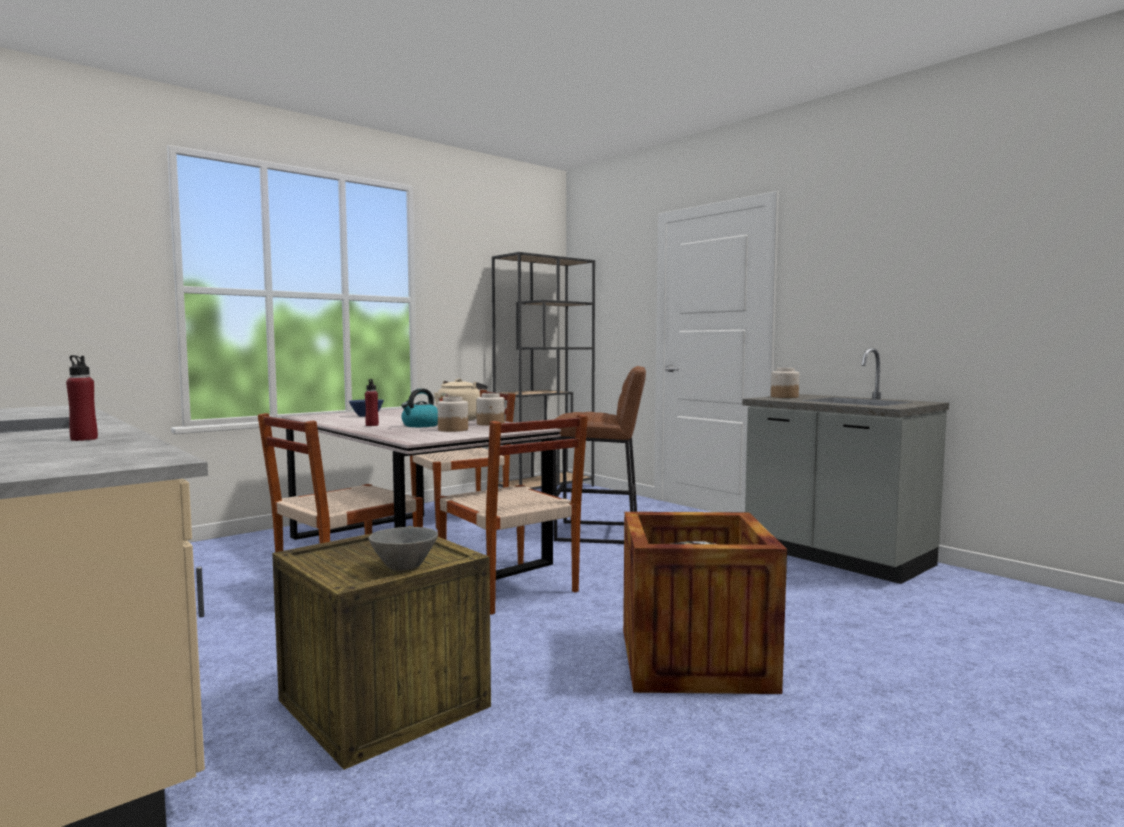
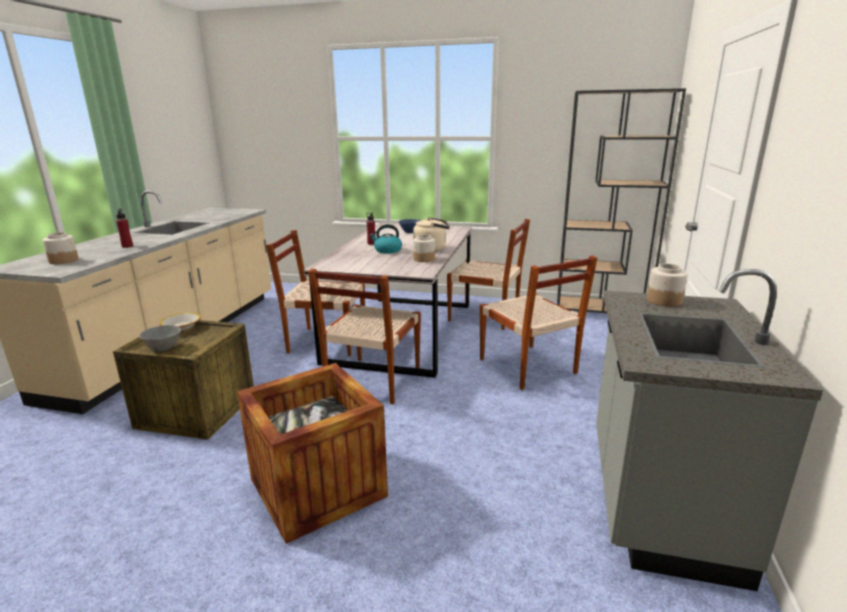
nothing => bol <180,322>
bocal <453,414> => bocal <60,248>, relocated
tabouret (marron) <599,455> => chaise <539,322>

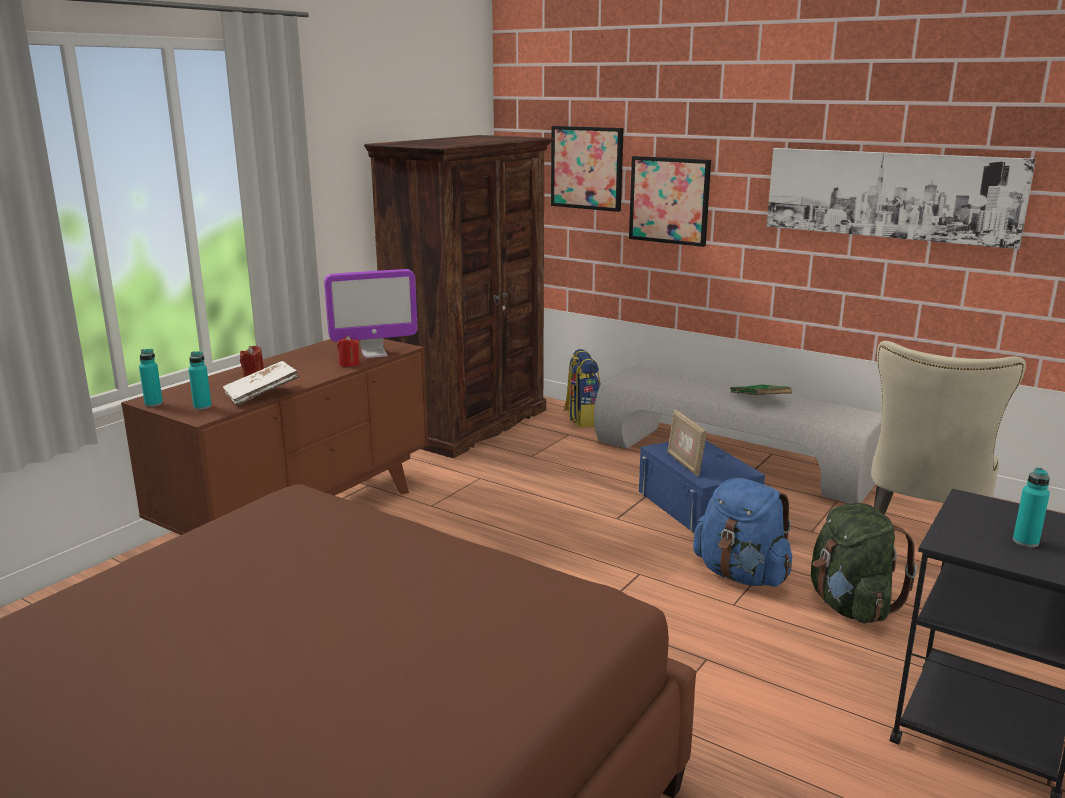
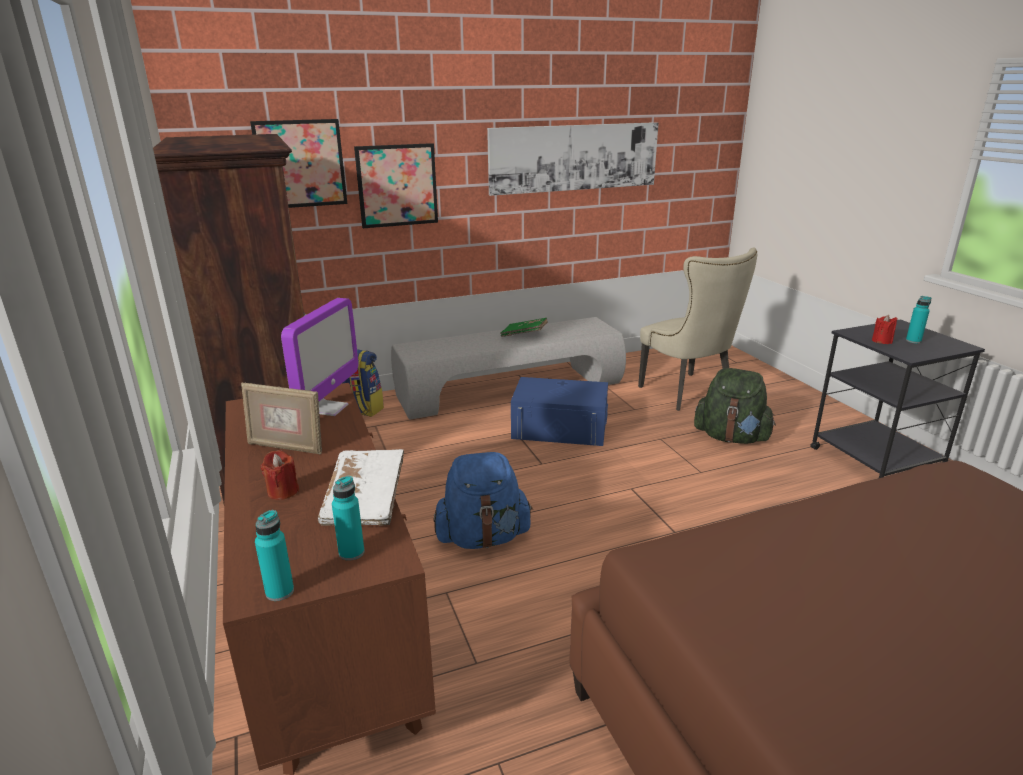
bougie (rouge) <348,351> => bougie (rouge) <885,329>, relocated
cadre photo <687,442> => cadre photo <281,418>, relocated
sac à dos (bleu) <742,532> => sac à dos (bleu) <483,500>, relocated

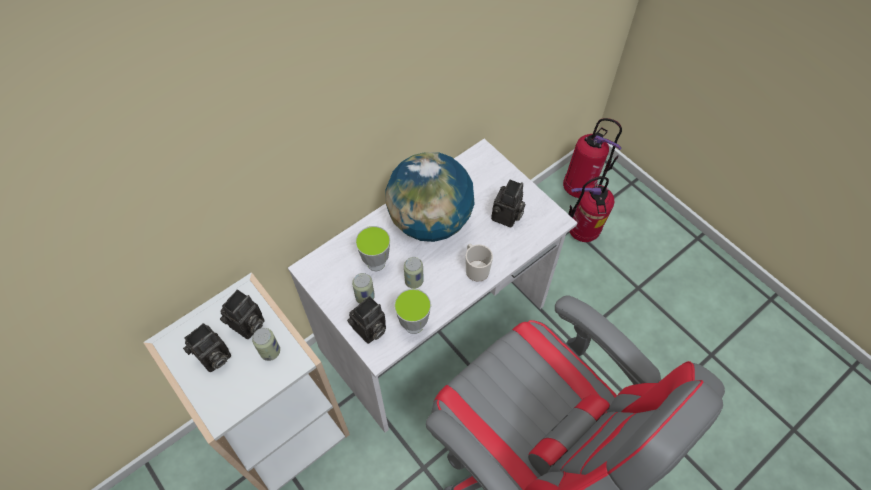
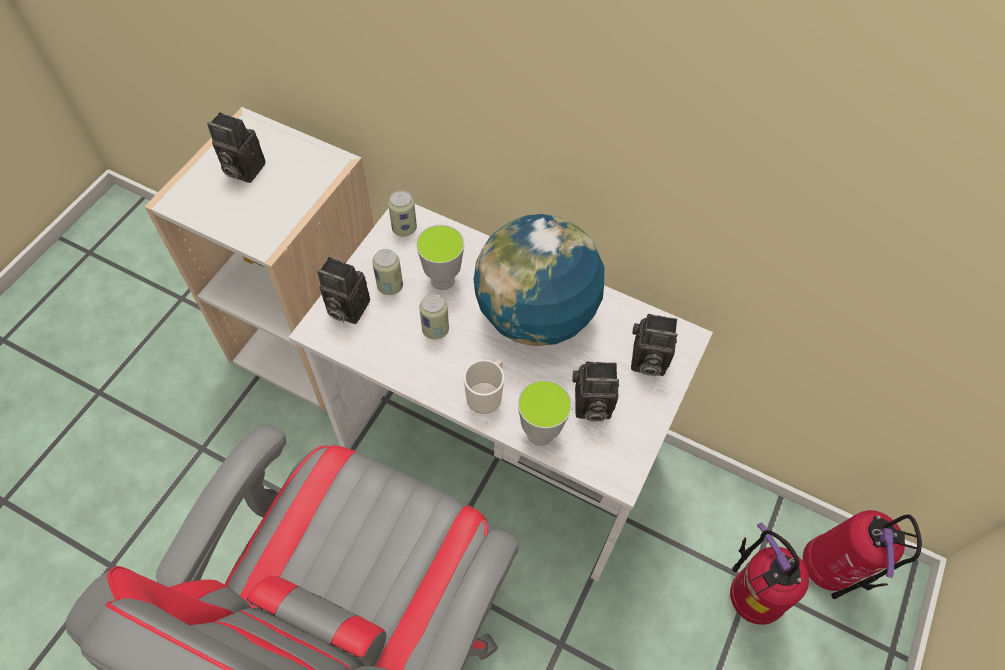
appareil photo <242,314> => appareil photo <654,345>, relocated
boîte métallique <266,344> => boîte métallique <402,213>, relocated
tasse <412,311> => tasse <545,413>, relocated

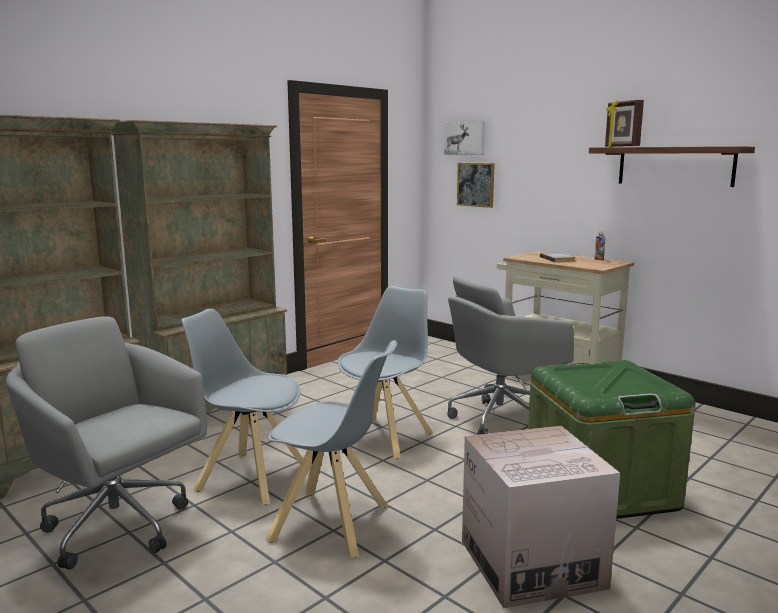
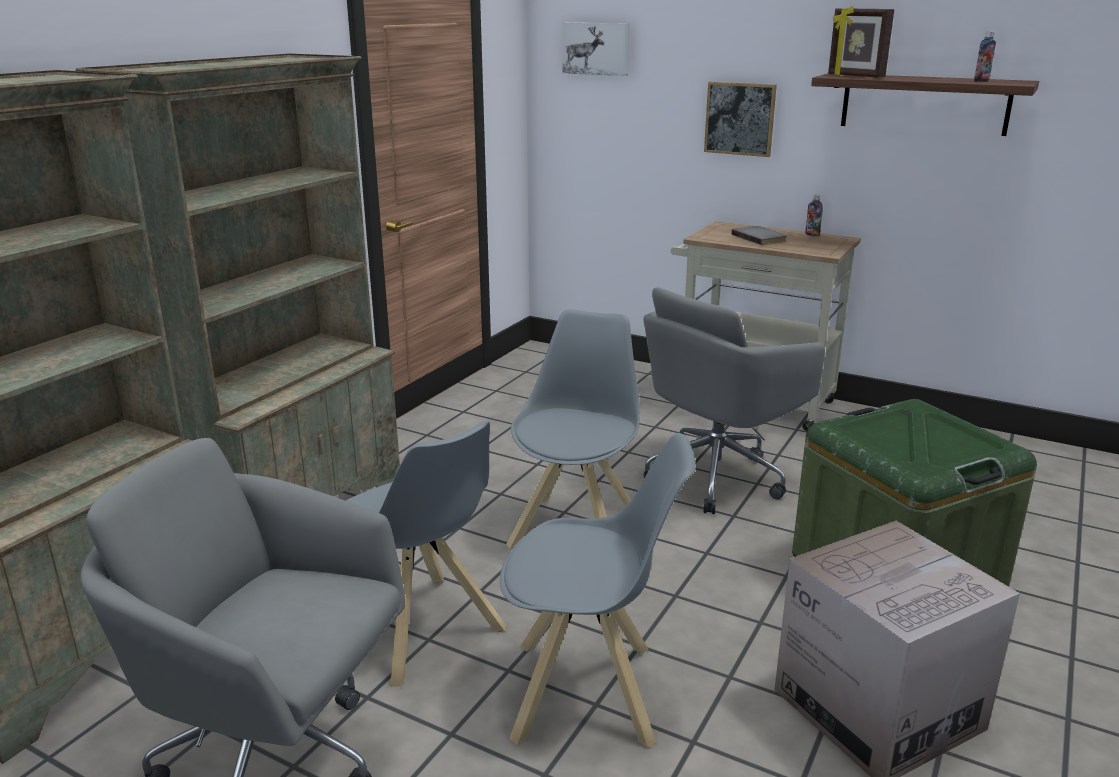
nothing => bouteille <985,57>
tableau <476,185> => tableau <740,119>, relocated
chaise (gris) <242,407> => chaise (gris) <425,554>, 135 degrees counterclockwise

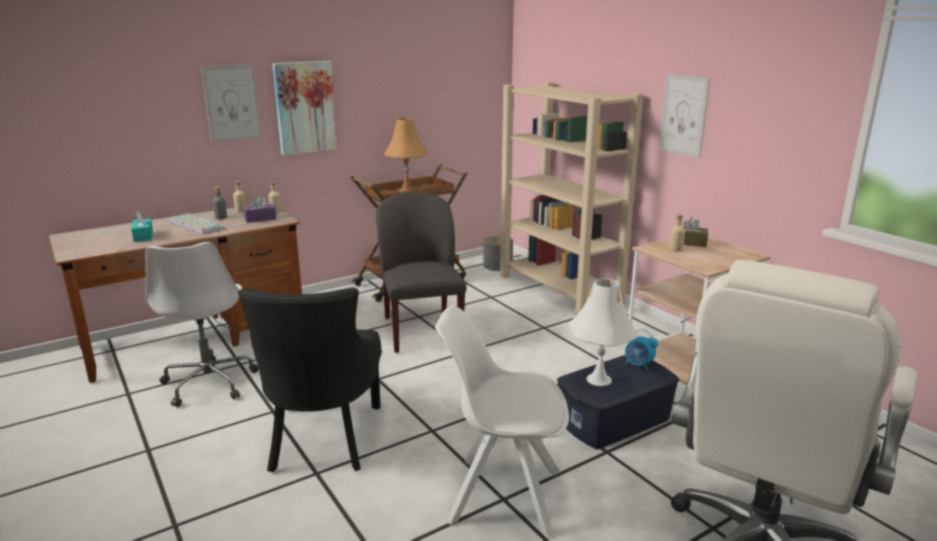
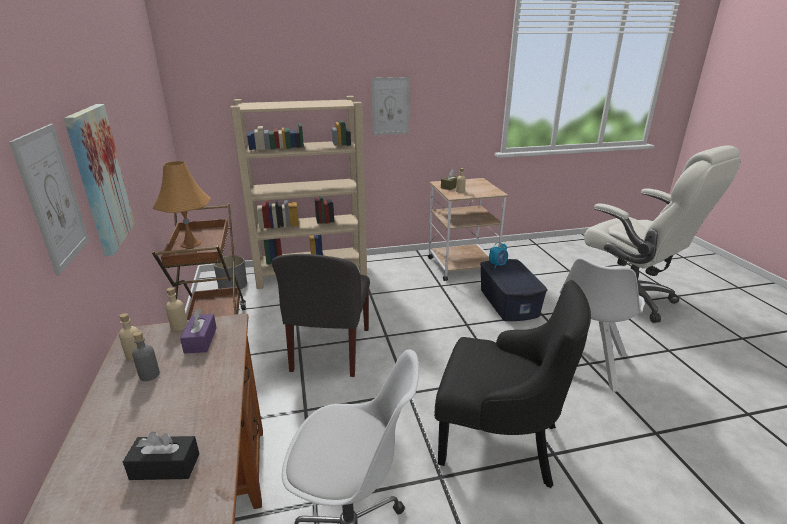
clavier <196,224> => nothing
lampe de table (blanc) <603,332> => nothing
boîte à mouchoirs (turquoise) <142,226> => boîte à mouchoirs (noir) <161,455>
chaise (gris) <421,272> => chaise (gris) <321,315>, 90 degrees counterclockwise

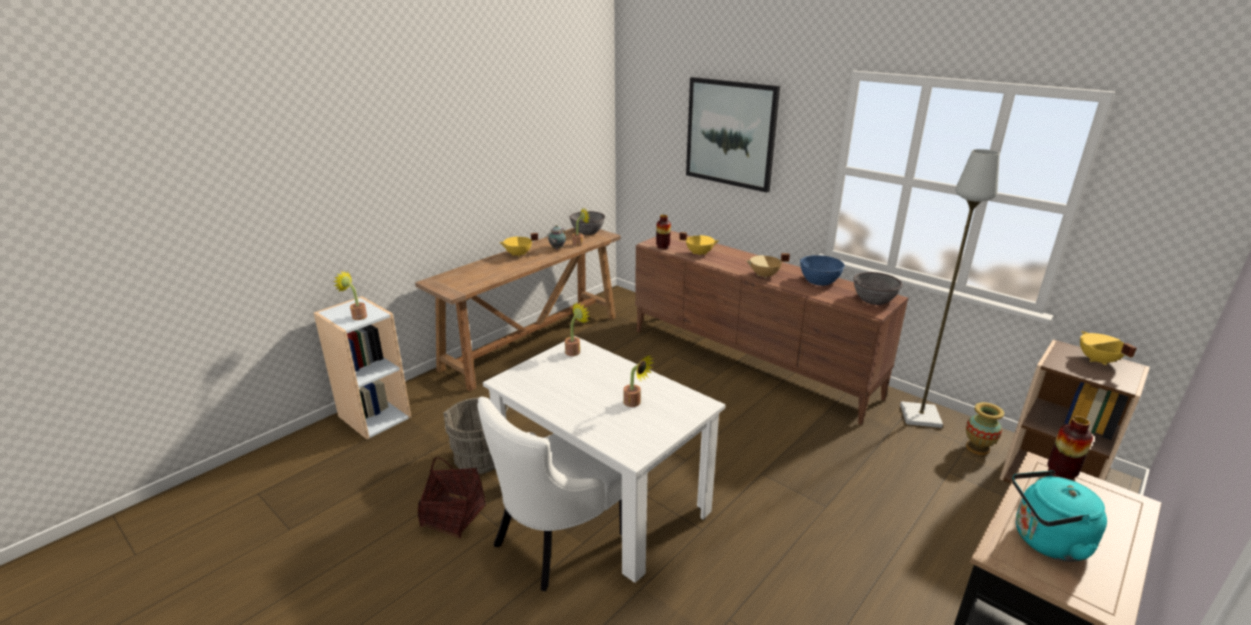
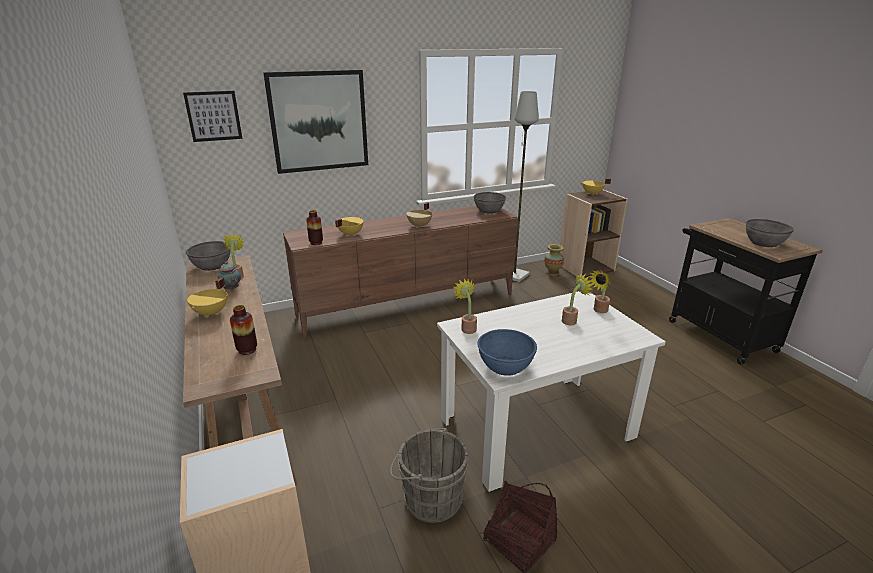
chaise (blanc) <549,494> => nothing
nothing => tableau <212,116>
plante en pot <350,295> => plante en pot <599,291>, relocated
bol (bleu) <822,270> => bol (bleu) <507,352>, relocated
vase <1070,448> => vase <243,330>, relocated
bouilloire (turquoise) <1059,516> => bol (gris) <770,233>

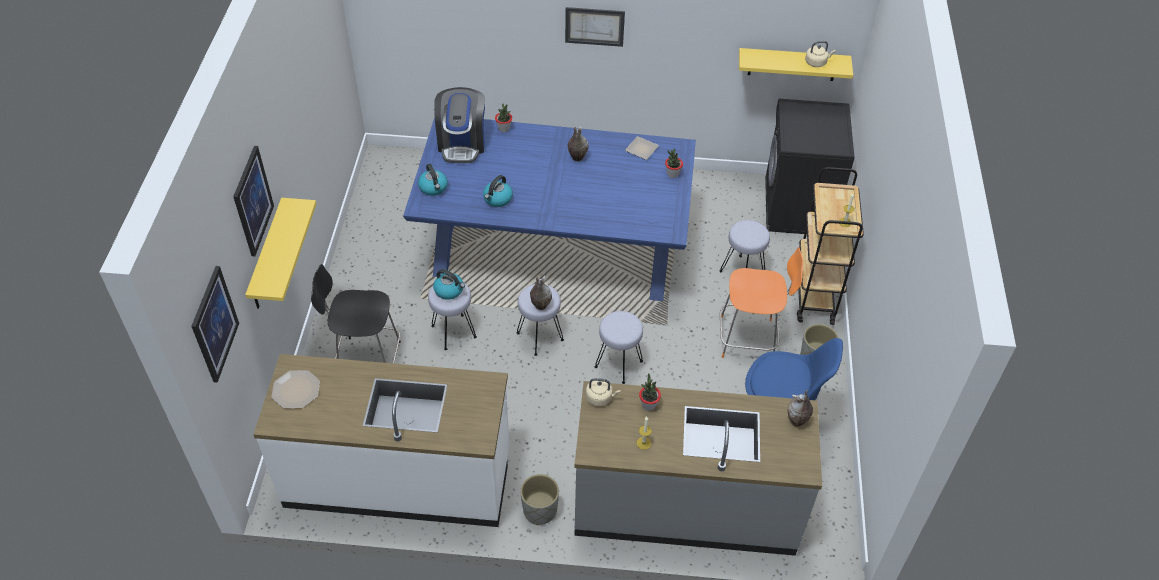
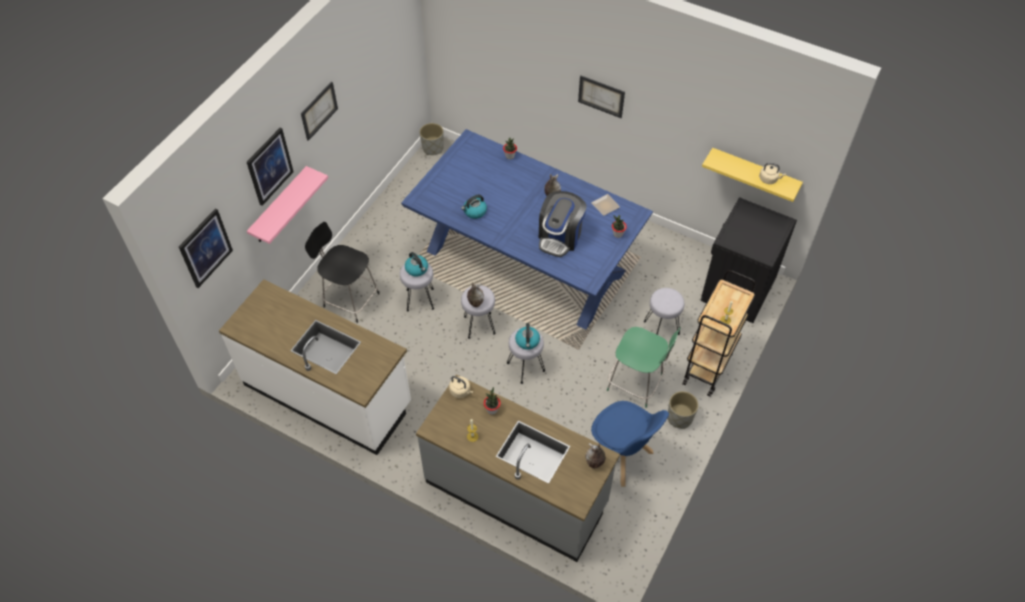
assiette <295,389> => nothing
nothing => tableau <319,111>
bouilloire <433,180> => bouilloire <527,336>, relocated
machine à café <459,125> => machine à café <563,224>, relocated
cache-pot (gris) <539,499> => cache-pot (gris) <432,139>, relocated
étagère (jaune) <281,253> => étagère (rose) <287,205>
chaise (orange) <761,302> => chaise (vert) <644,367>

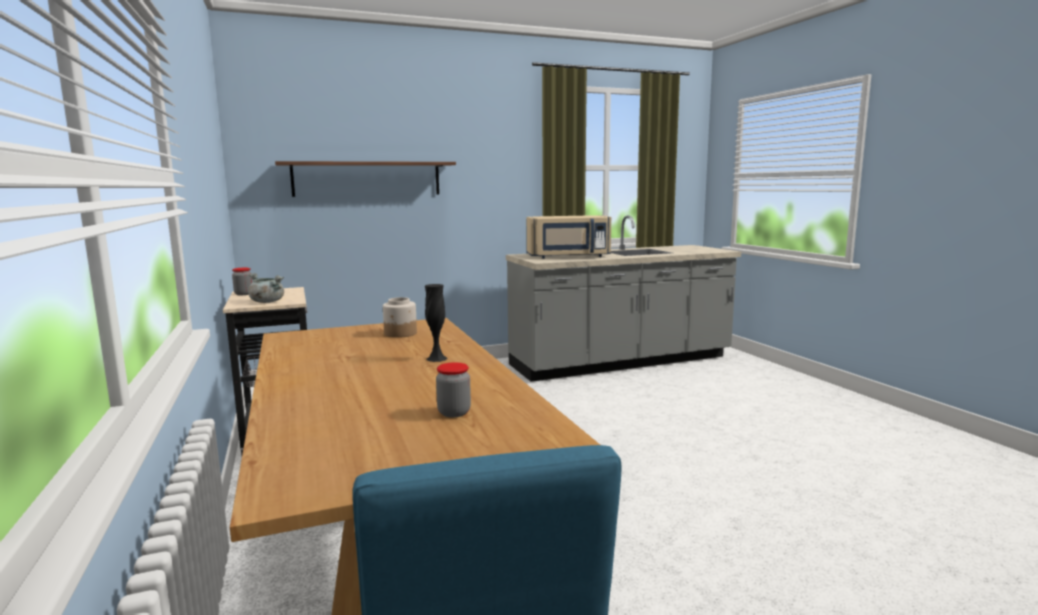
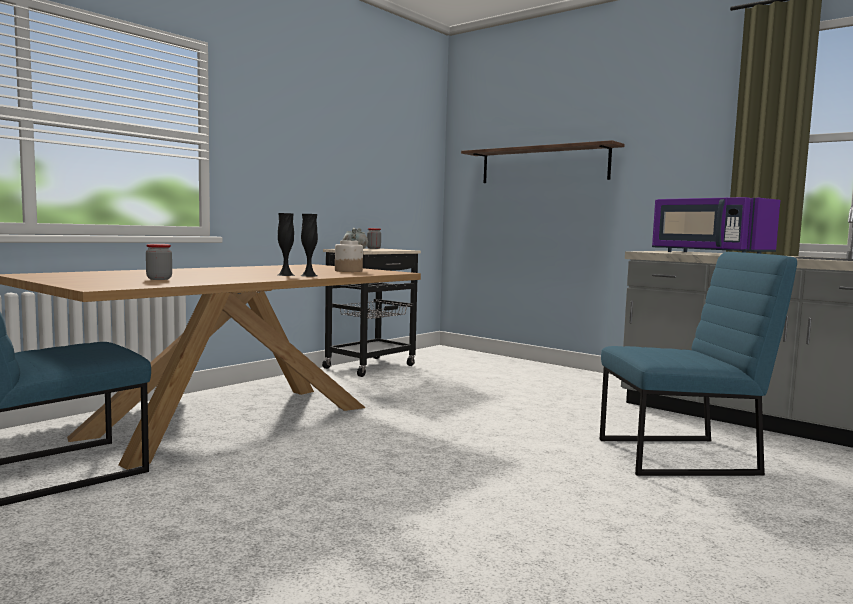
nothing => vase (noir) <309,245>
nothing => chaise (bleu) <698,364>
micro-ondes (beige) <569,237> => micro-ondes (violet) <716,225>

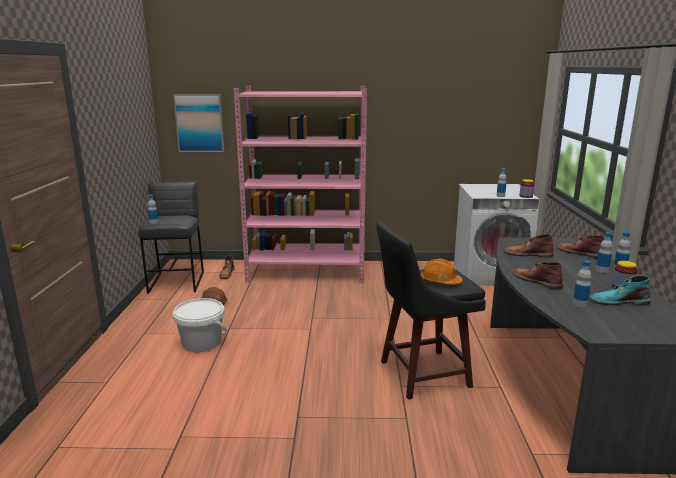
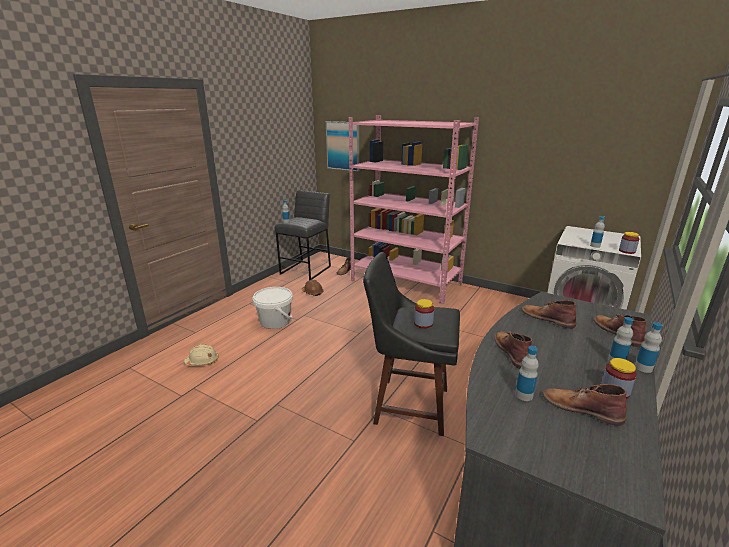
nothing => casque de chantier (beige) <201,355>
casque de chantier (orange) <442,271> => bocal <424,314>
botte (turquoise) <620,290> => botte (marron) <584,405>

